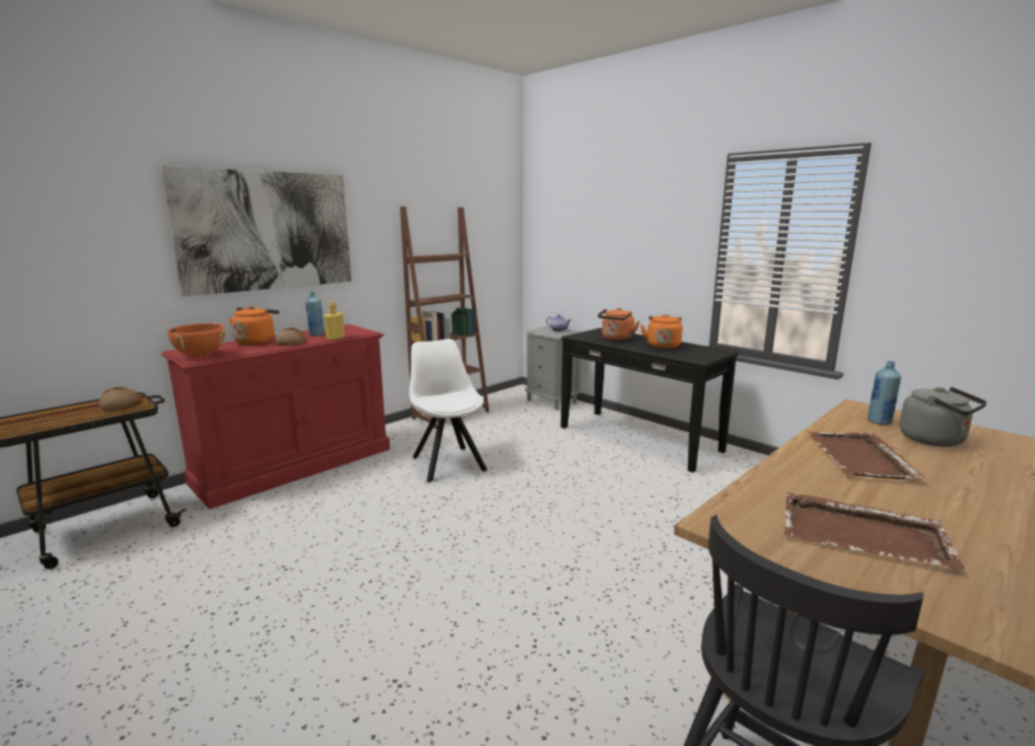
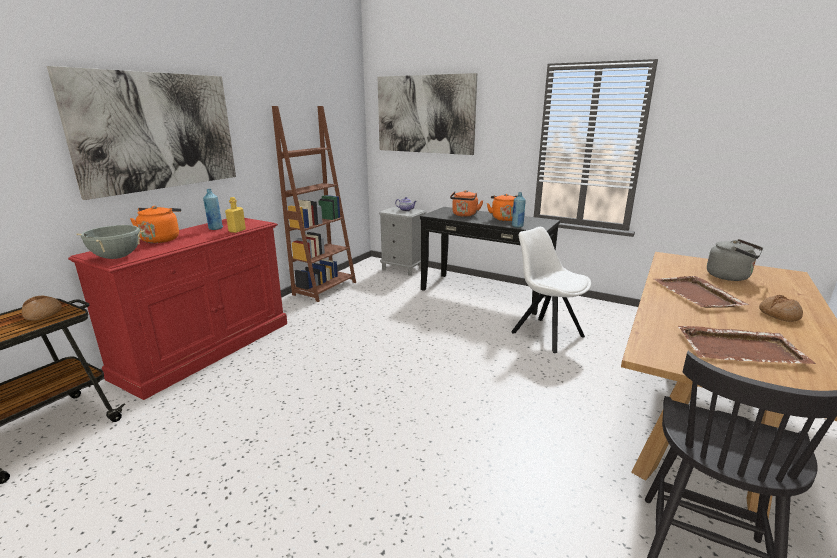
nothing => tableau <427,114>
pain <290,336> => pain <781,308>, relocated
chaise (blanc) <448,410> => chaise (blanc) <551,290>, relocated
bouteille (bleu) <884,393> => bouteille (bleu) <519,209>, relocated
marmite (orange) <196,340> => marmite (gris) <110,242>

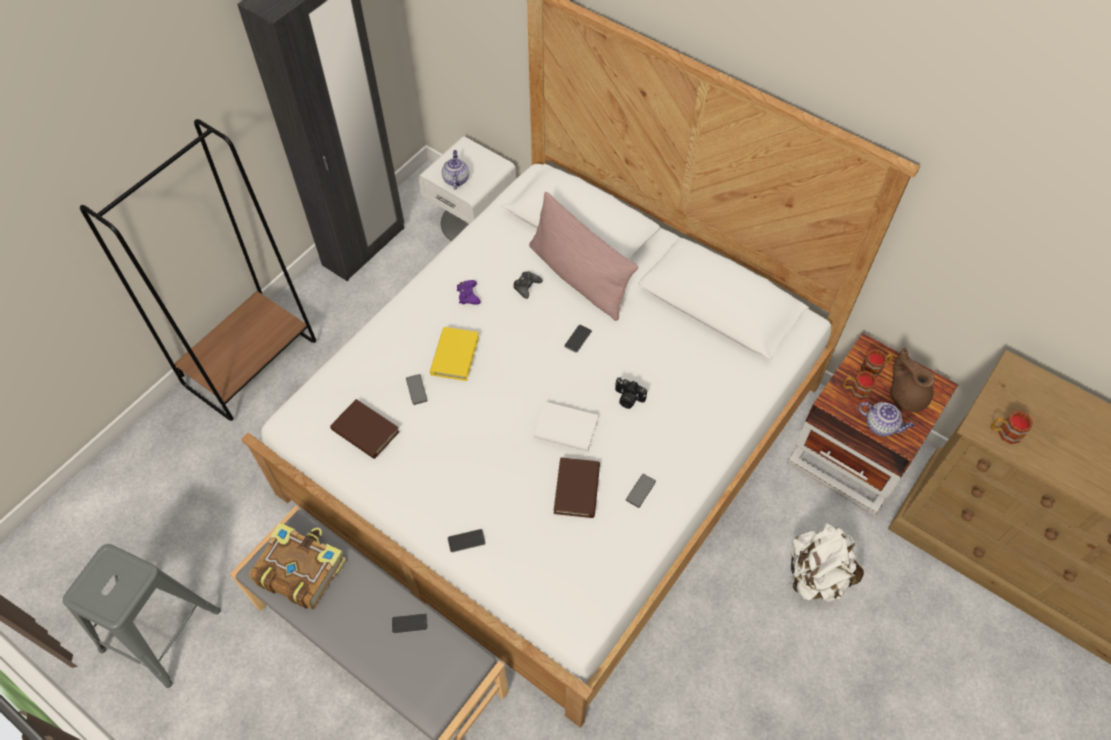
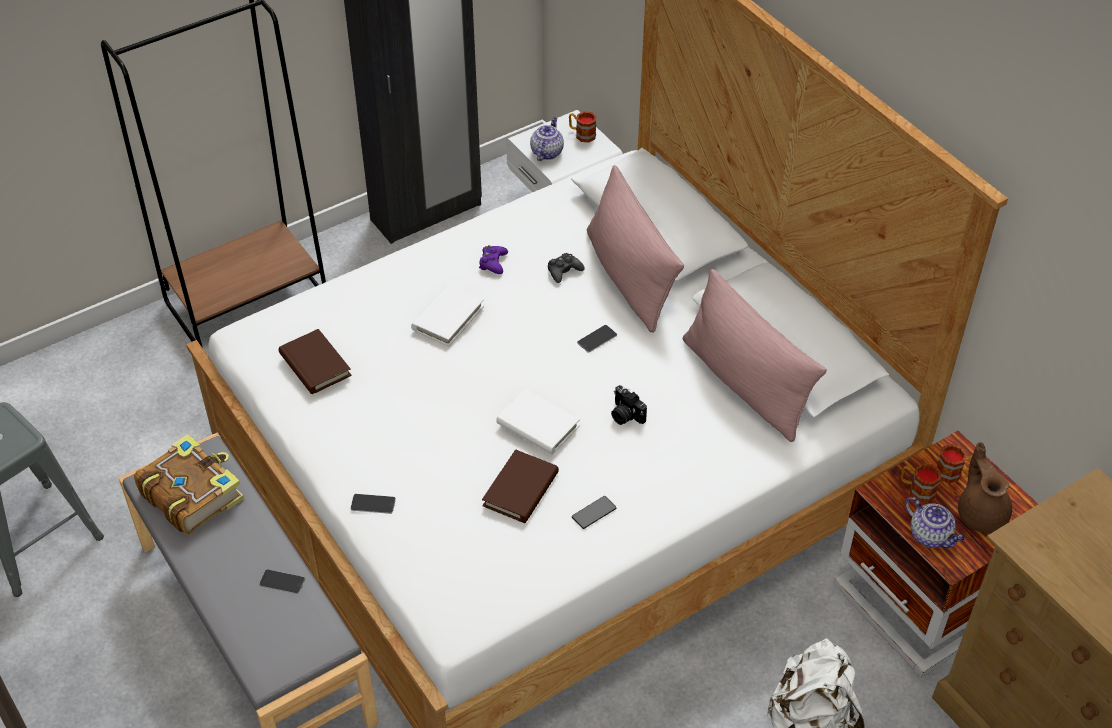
téléphone <417,389> => nothing
nothing => coussin (rose) <755,355>
mug <1012,427> => mug <583,127>, relocated
livre (jaune) <454,354> => livre (blanc) <447,315>

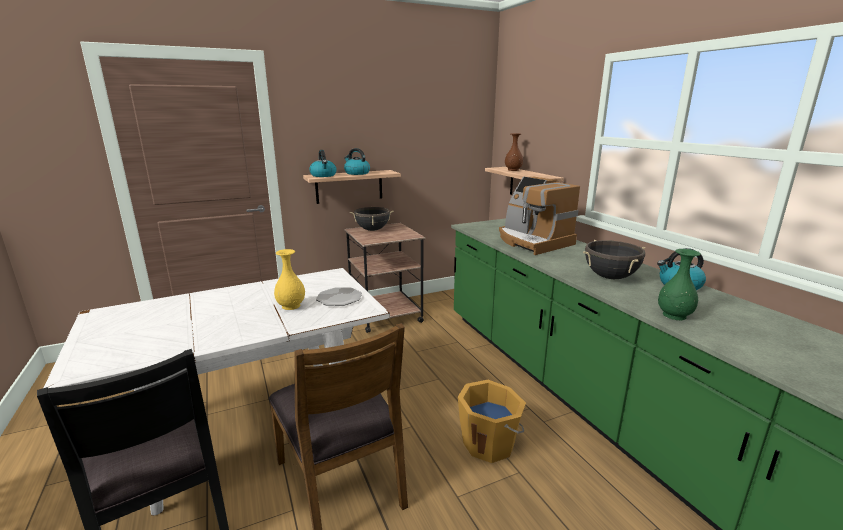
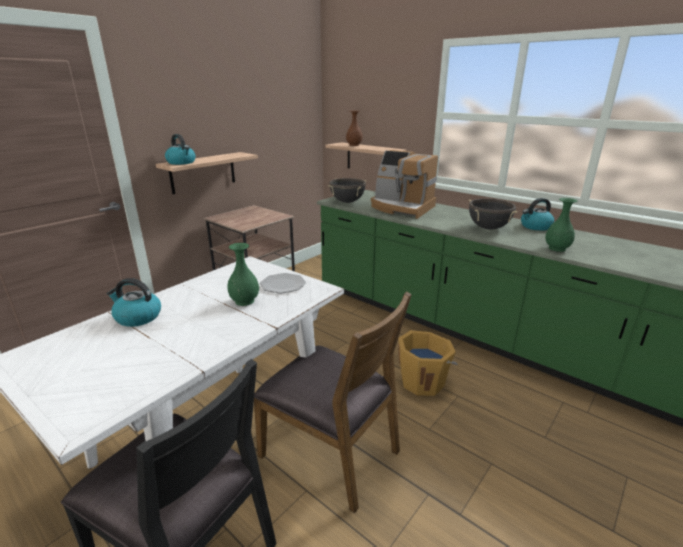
bouilloire <357,161> => bouilloire <134,302>, relocated
marmite (noir) <372,219> => marmite (noir) <347,190>, relocated
vase (jaune) <289,279> => vase (vert) <243,274>

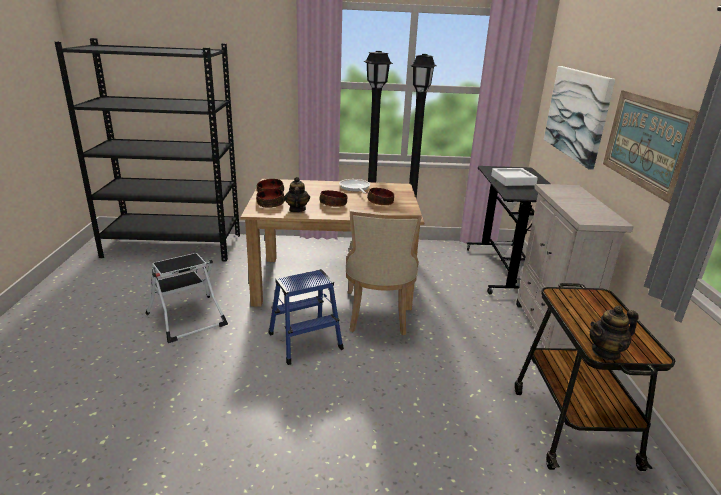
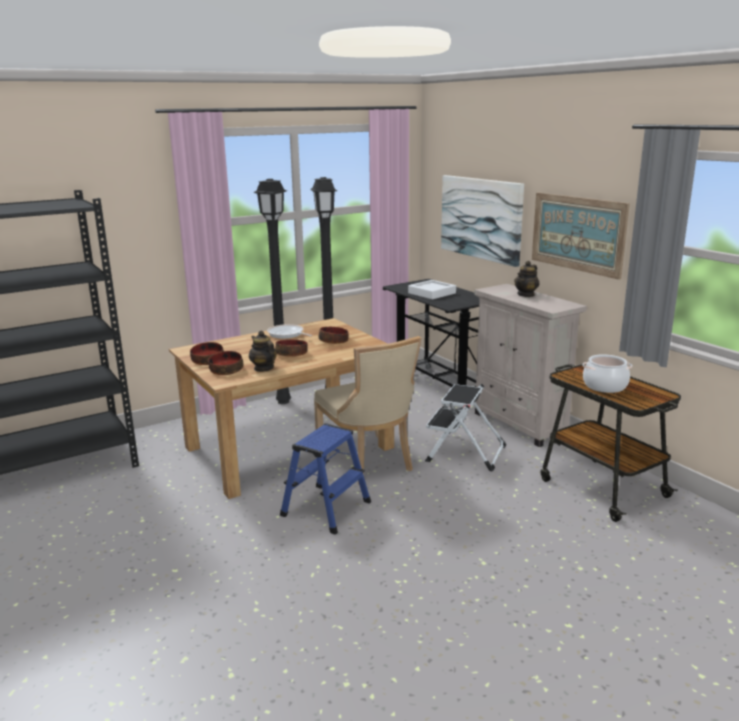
nothing => marmite <607,373>
escabeau <186,298> => escabeau <466,428>, relocated
théière <614,333> => théière <526,279>, relocated

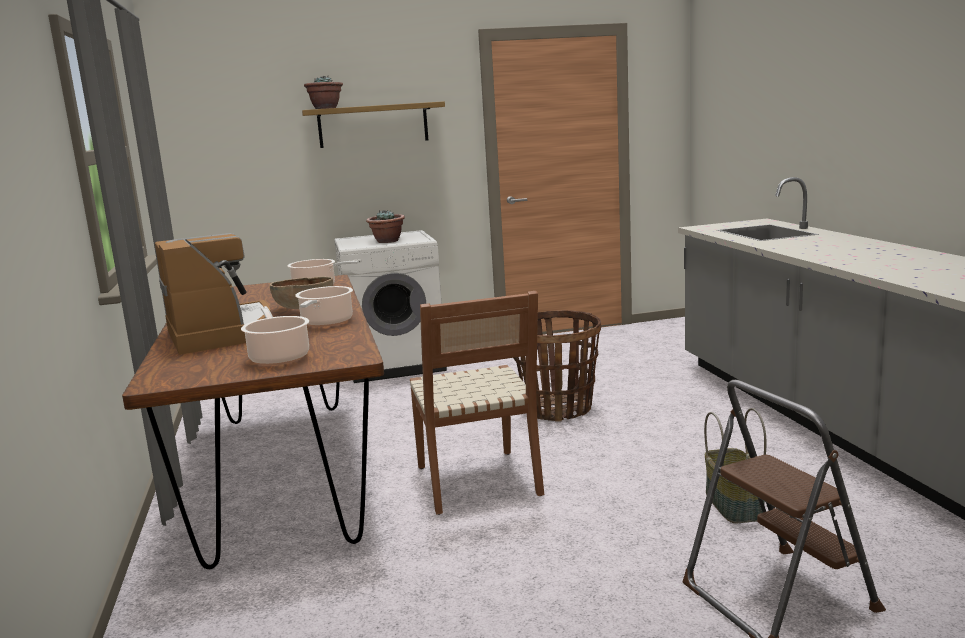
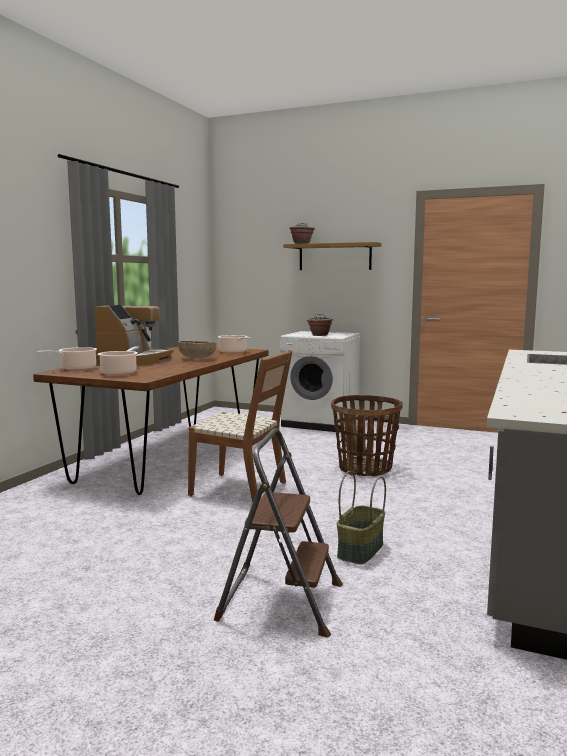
marmite <324,306> => marmite <67,359>, relocated
chaise <477,403> => chaise <240,426>, 90 degrees counterclockwise

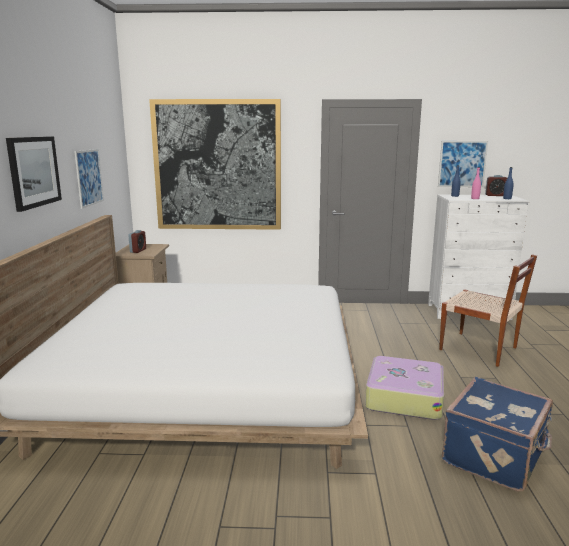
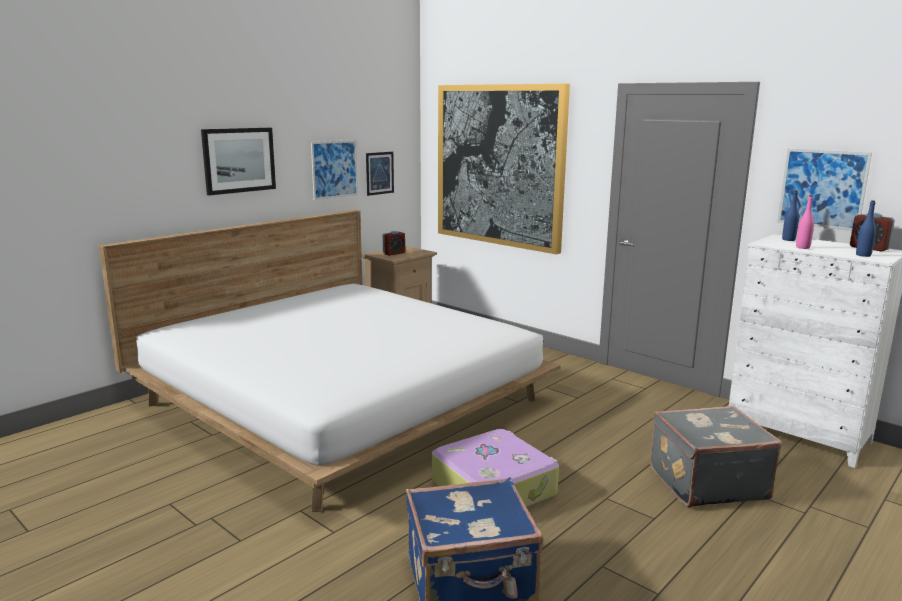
nothing => tableau <380,174>
chaise <488,310> => valise (gris) <716,456>

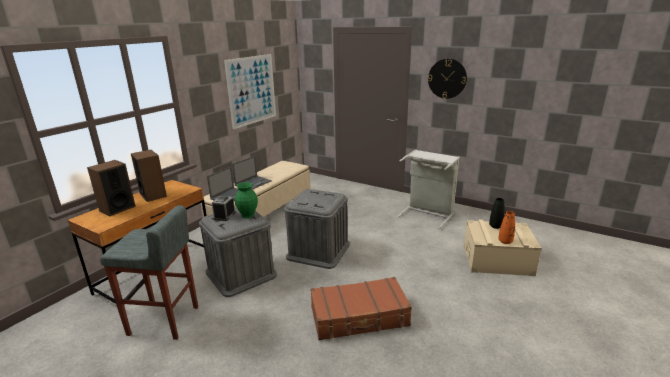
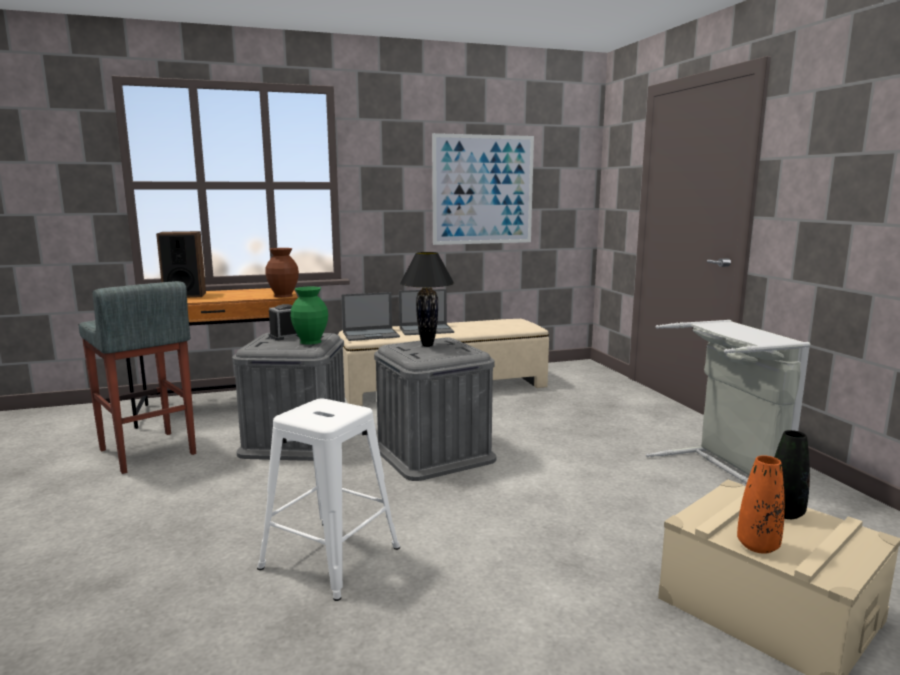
enceinte <149,176> => nothing
horloge murale <447,79> => nothing
nothing => vase (marron) <282,273>
nothing => lampe de table (noir) <427,299>
valise (marron) <361,308> => tabouret (blanc) <328,500>

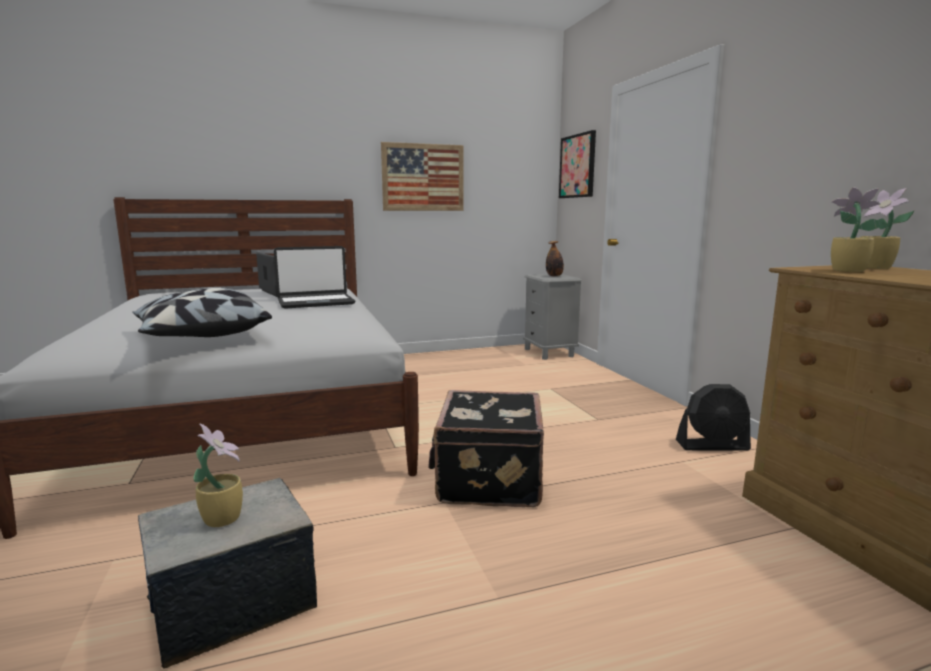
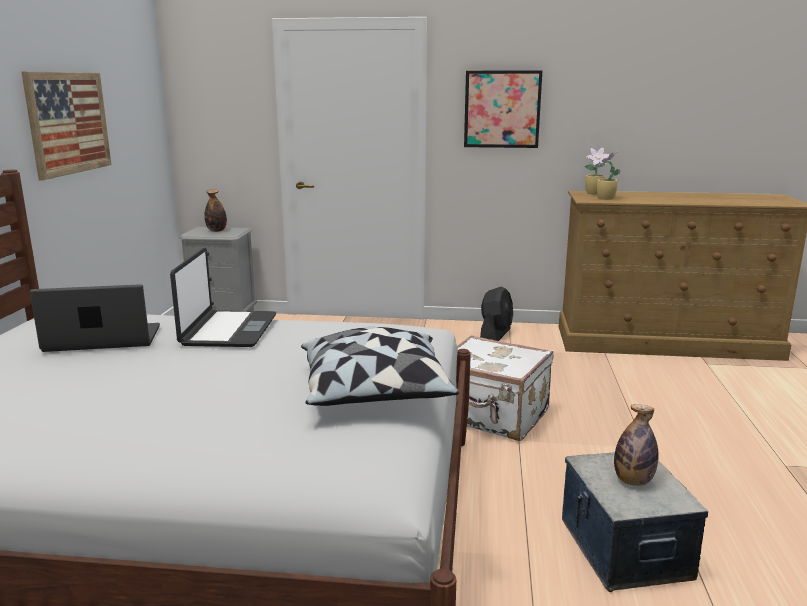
tableau <577,164> => tableau <503,109>, relocated
plante en pot <218,475> => bouteille <636,445>
valise (noir) <486,448> => valise (blanc) <505,388>

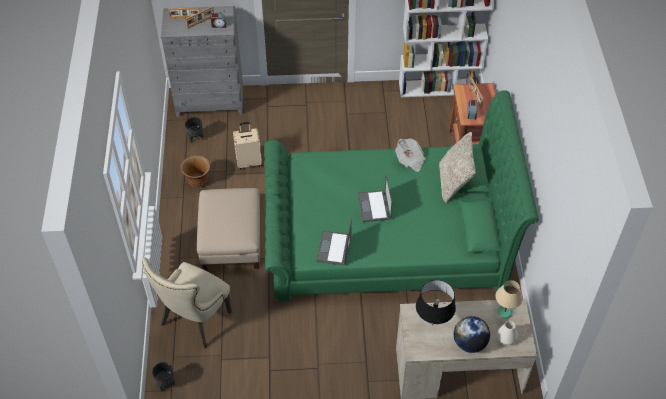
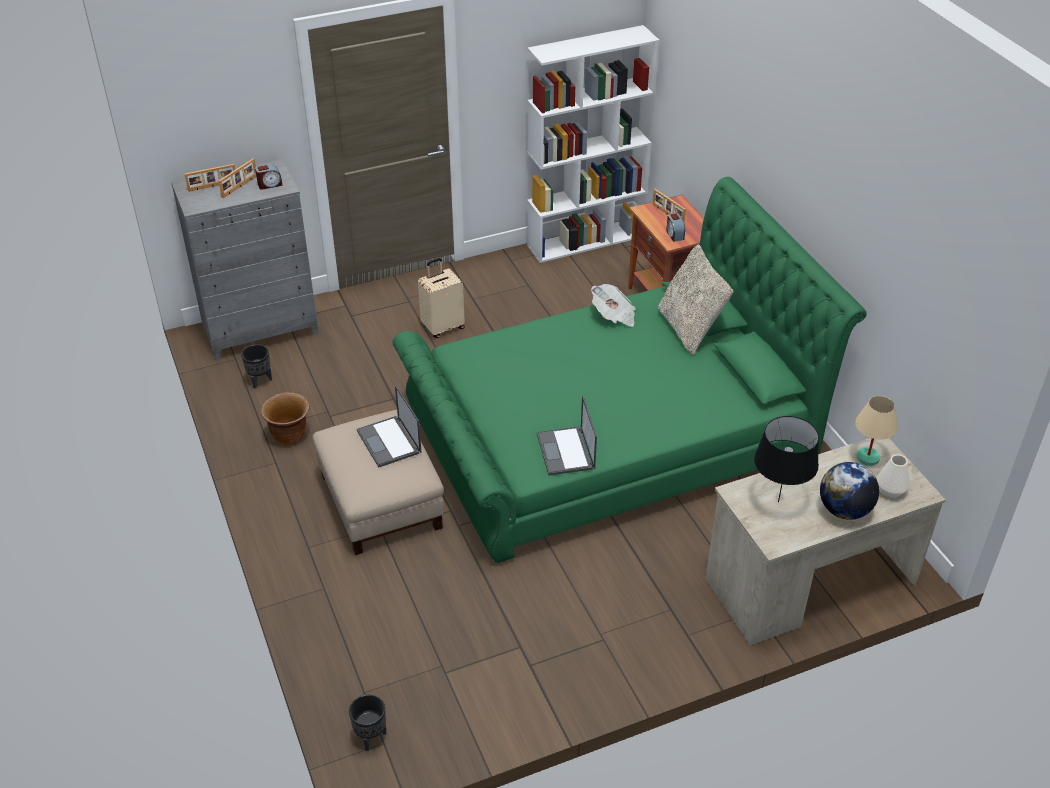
chaise (beige) <187,303> => nothing
valise (beige) <248,146> => valise (beige) <441,298>, relocated
ordinateur portable <375,198> => ordinateur portable <389,426>, relocated

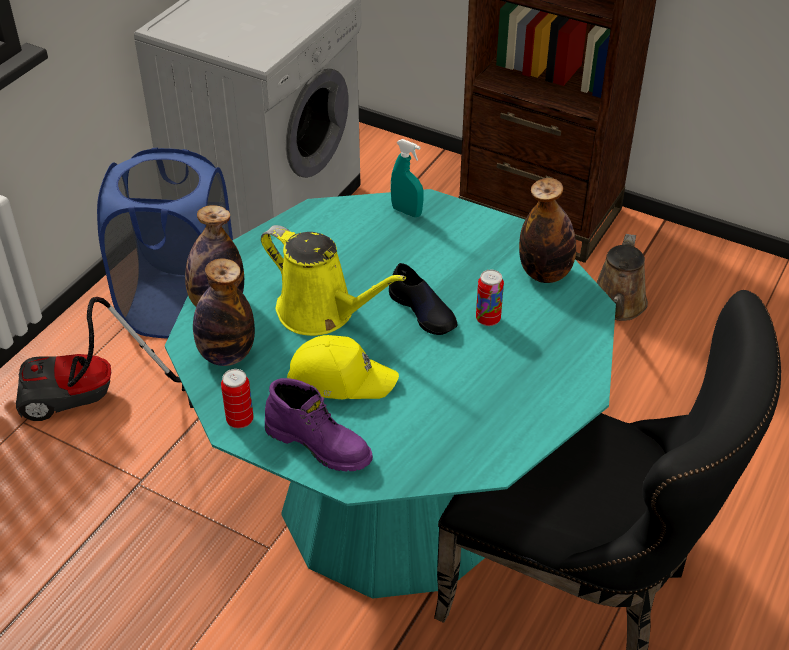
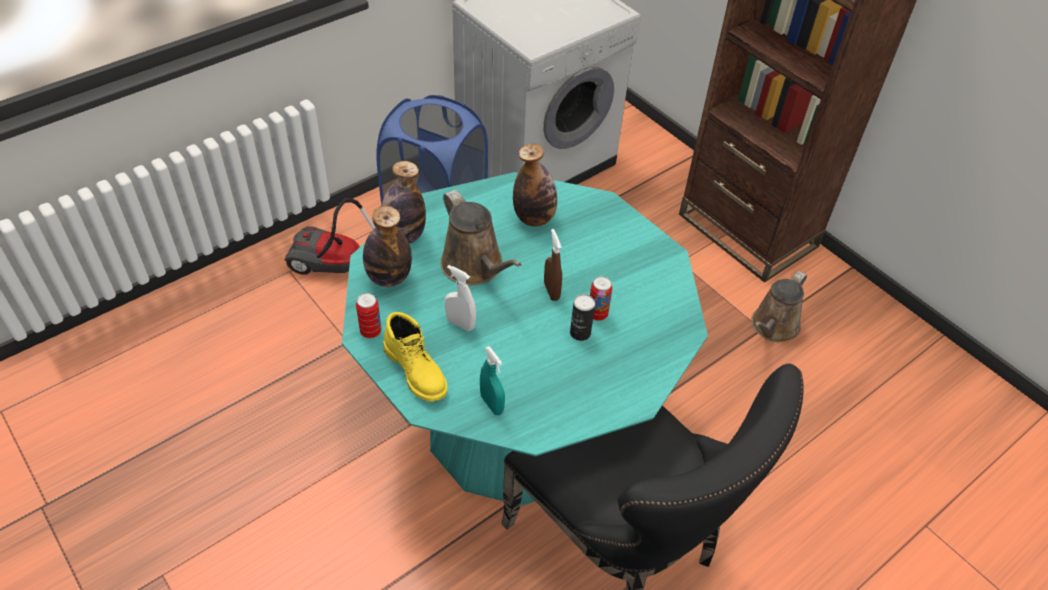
nothing => boîte métallique <582,317>
vaporisateur (turquoise) <407,178> => vaporisateur (turquoise) <492,380>, relocated
bouteille <547,230> => bouteille <535,185>, relocated
casquette (jaune) <343,367> => vaporisateur (blanc) <460,298>
chaussure (noir) <423,299> => vaporisateur (marron) <553,265>
arrosoir (jaune) <333,280> => arrosoir (marron) <481,237>
botte (violet) <319,424> => botte (jaune) <415,356>

